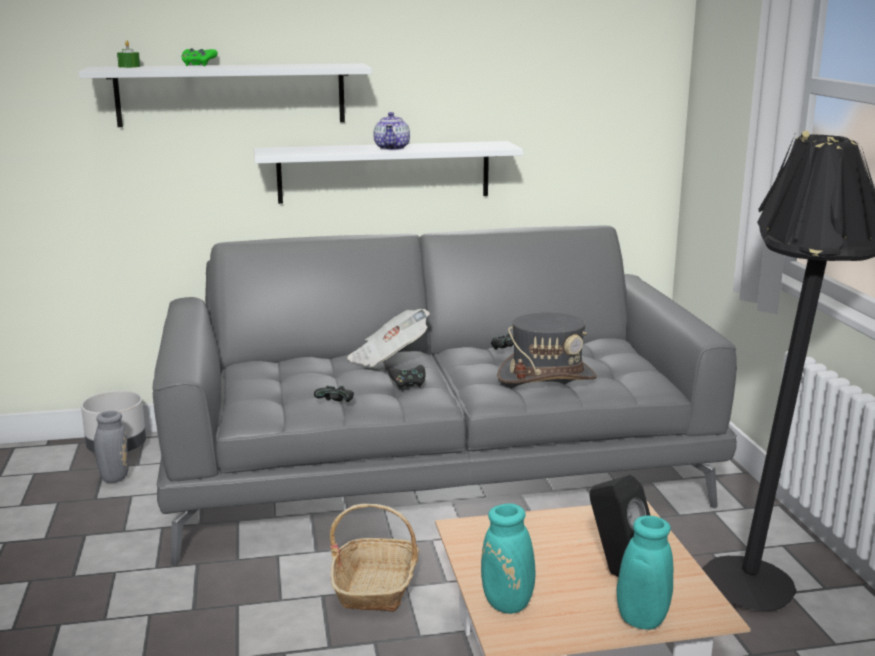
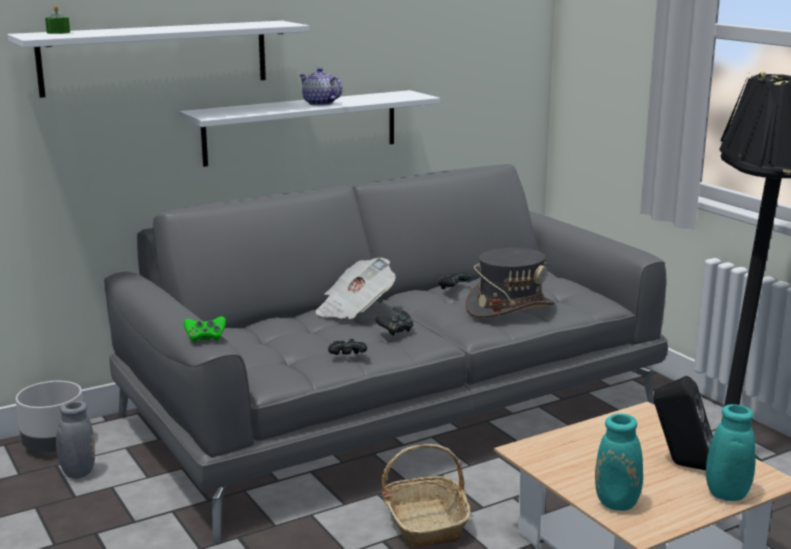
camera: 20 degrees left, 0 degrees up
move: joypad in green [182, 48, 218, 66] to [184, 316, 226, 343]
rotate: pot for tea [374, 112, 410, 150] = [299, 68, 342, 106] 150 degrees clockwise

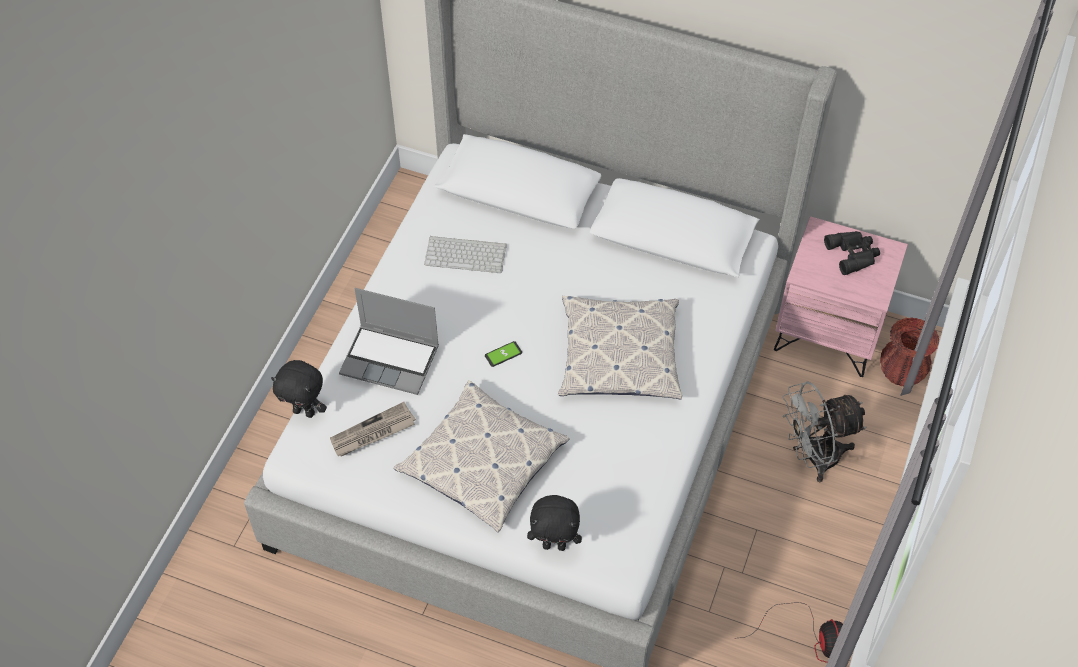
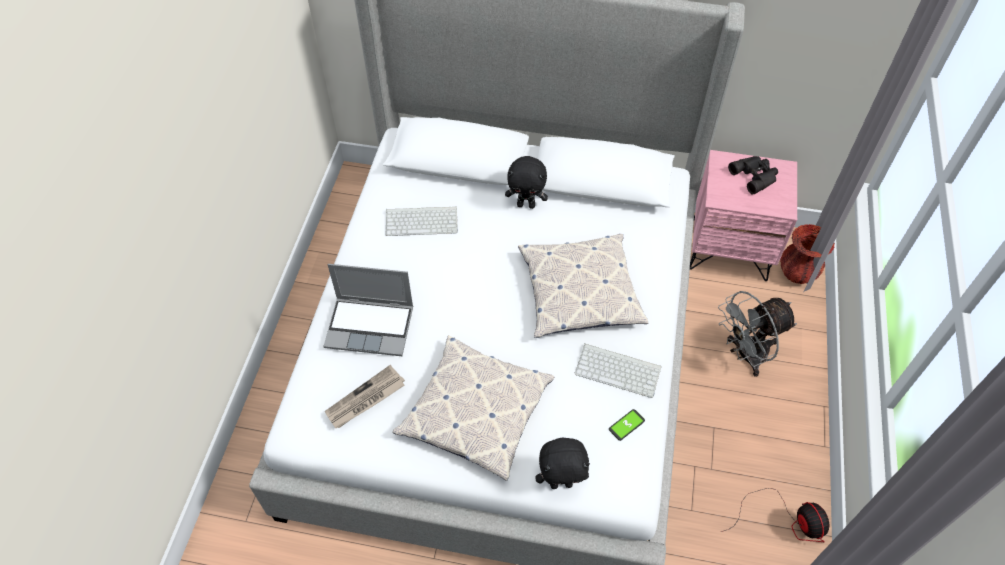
camera: 10 degrees left, 0 degrees up
insert: keyboard [575, 343, 662, 398]
move: soft toy in blackish [271, 360, 327, 418] to [505, 156, 548, 209]; phone [485, 341, 522, 367] to [609, 409, 645, 441]

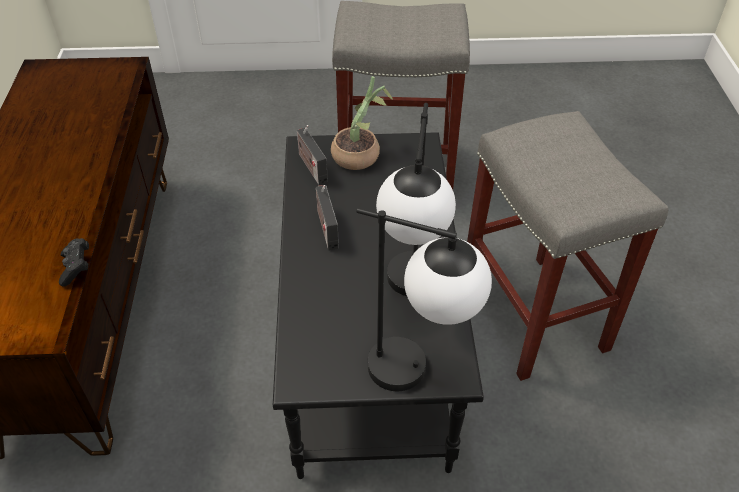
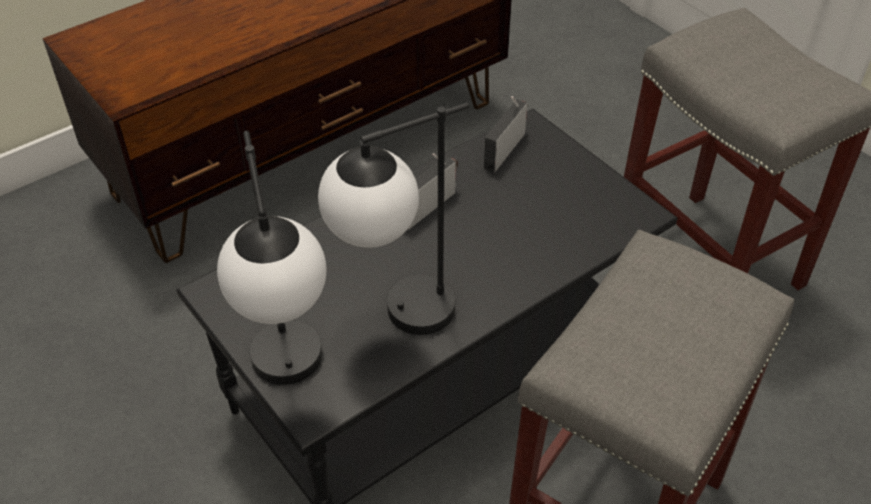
camera: 55 degrees right, 0 degrees up
delete: joypad in blackish [59, 238, 89, 287]; plant in a pot [331, 76, 393, 170]

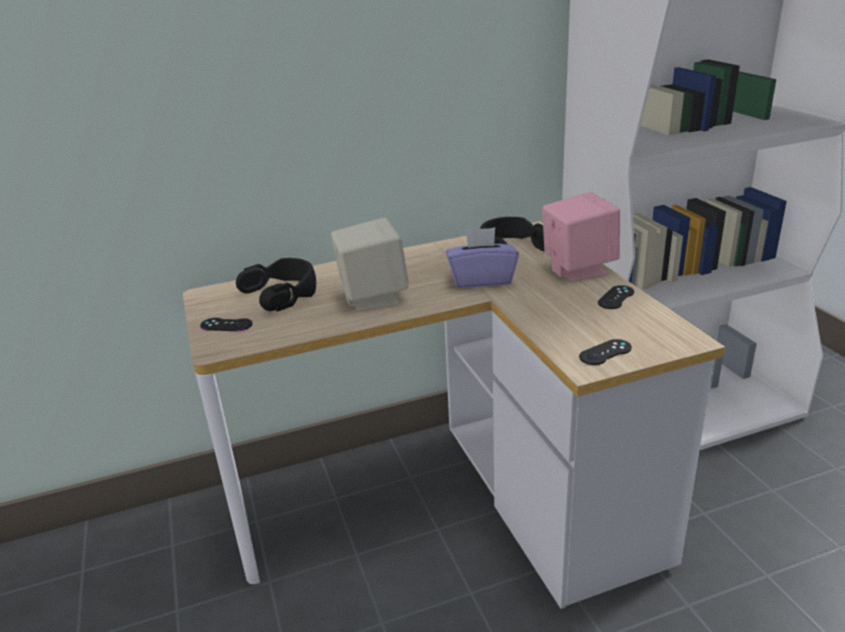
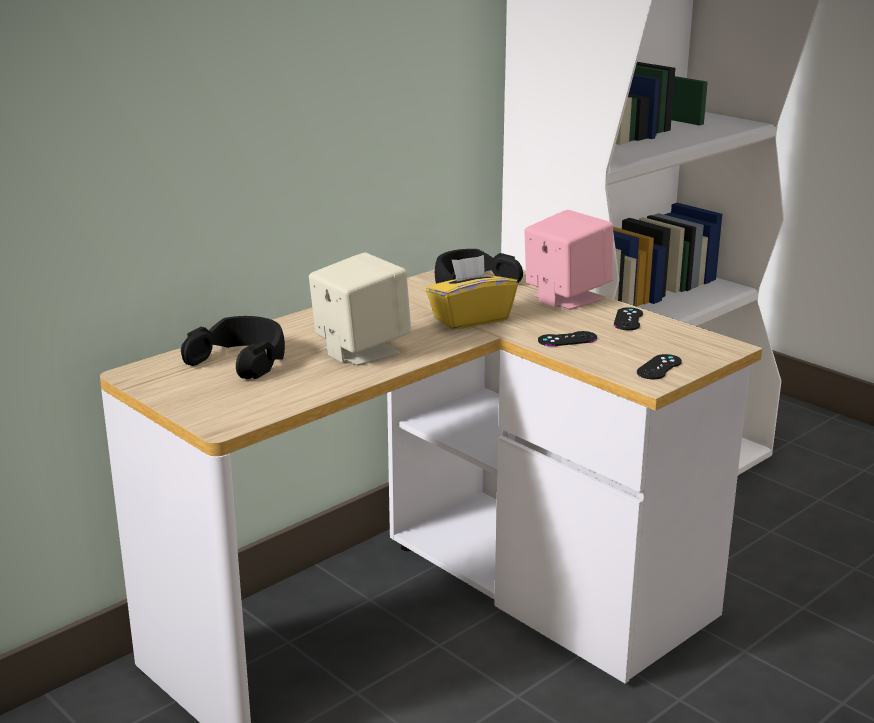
camera: 25 degrees left, 5 degrees down
move: joypad in blackish [200, 318, 252, 331] to [538, 331, 597, 346]
recolor: tissue holder in purplish [446, 227, 519, 288] to tissue holder in yellowish [426, 255, 518, 330]

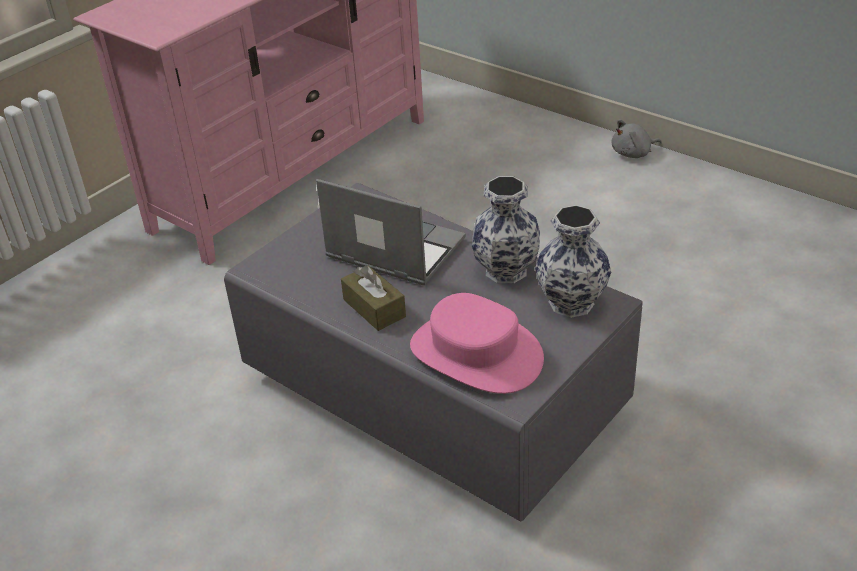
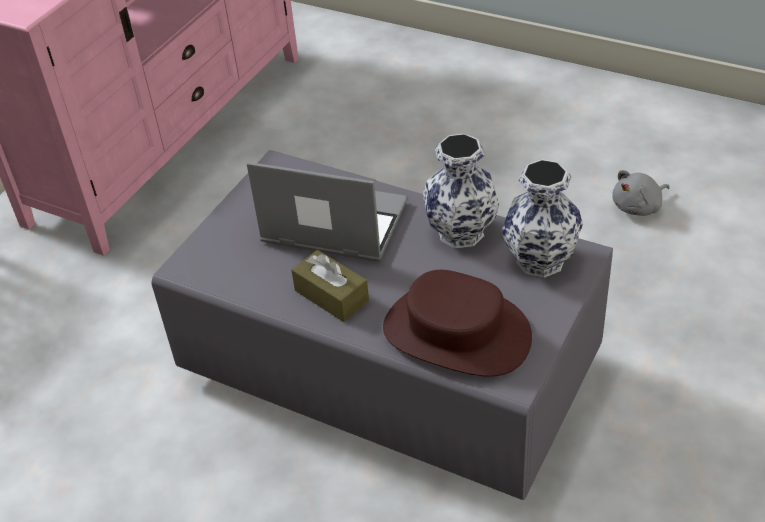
camera: 10 degrees left, 5 degrees up
move: soft toy in gray [612, 119, 662, 158] to [612, 170, 670, 216]
recolor: wearable hat in pink-coloured [410, 293, 544, 394] to wearable hat in brown-coloured [383, 270, 532, 377]

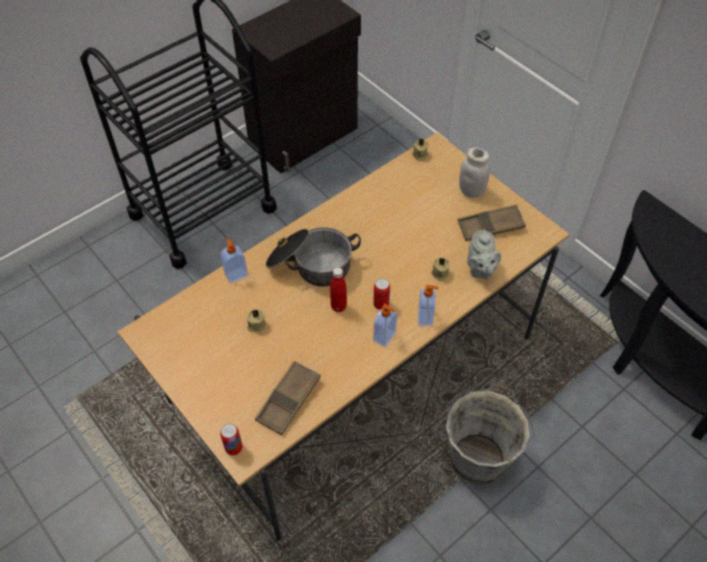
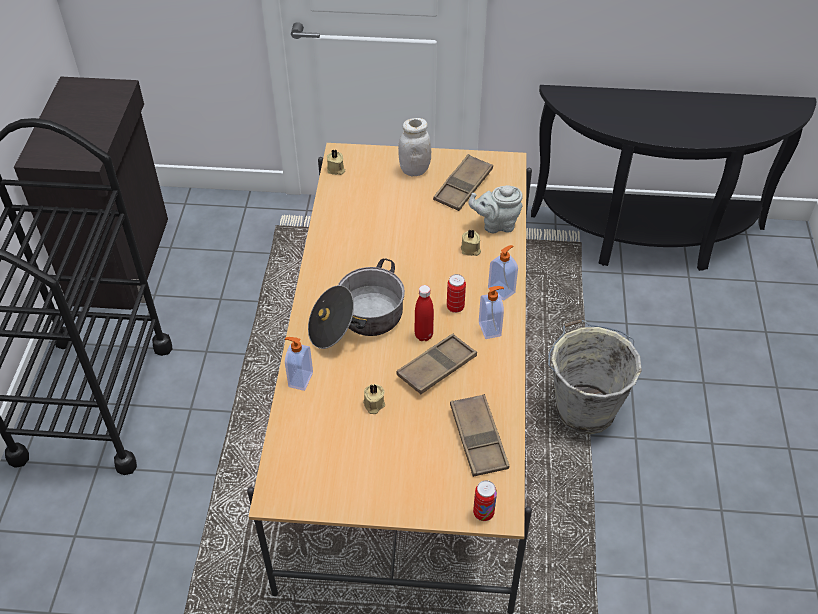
camera: 45 degrees left, 5 degrees down
insert: serving tray in brown-coloured [396, 334, 477, 394]
rotate: pot for tea in gray [467, 229, 501, 279] = [468, 185, 523, 233] 135 degrees clockwise

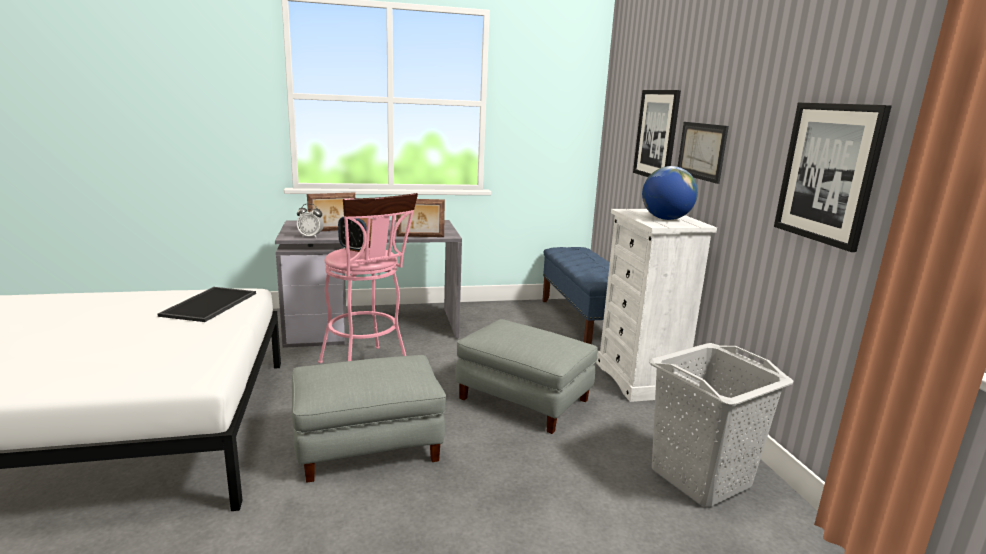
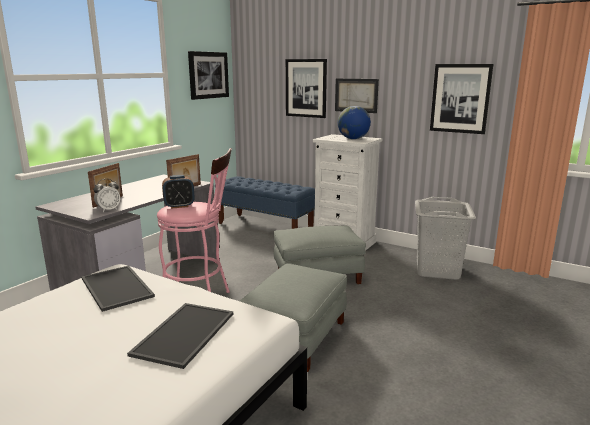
camera: 45 degrees left, 0 degrees up
insert: serving tray [127, 303, 233, 369]; wall art [188, 51, 229, 100]

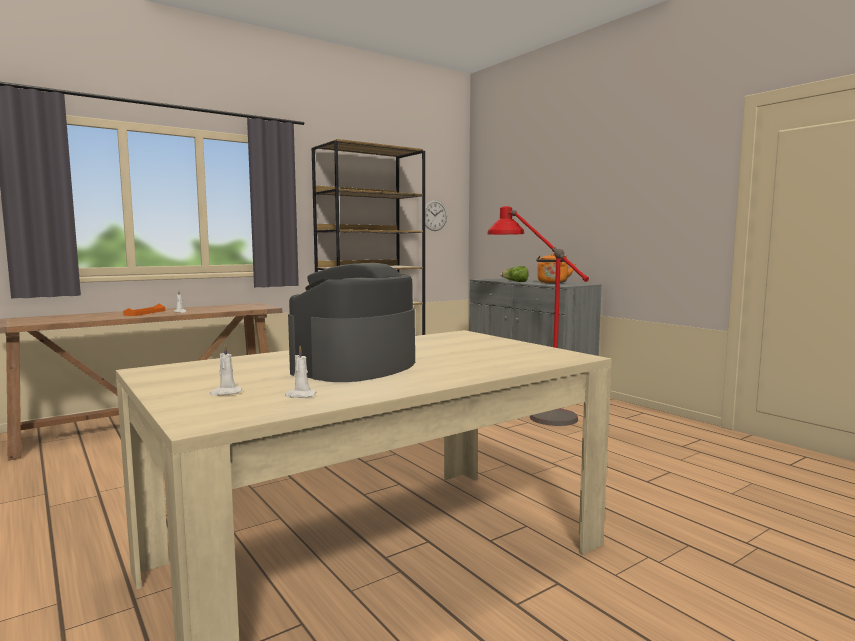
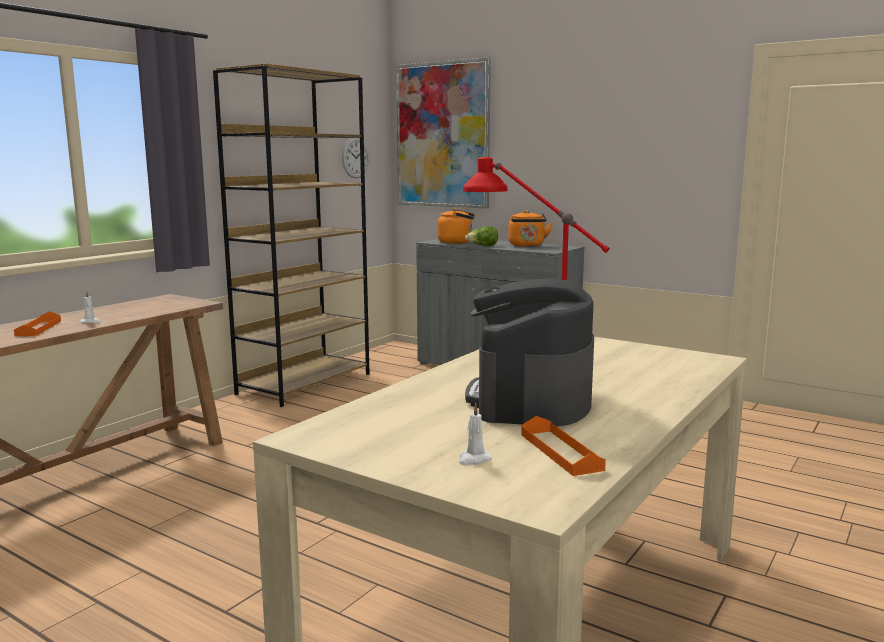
camera: 20 degrees left, 5 degrees up
insert: wall art [396, 58, 491, 208]; tea kettle in orange [437, 209, 475, 244]
replace: wax candle in white [285, 346, 316, 398] to serving tray in orange [521, 416, 606, 476]

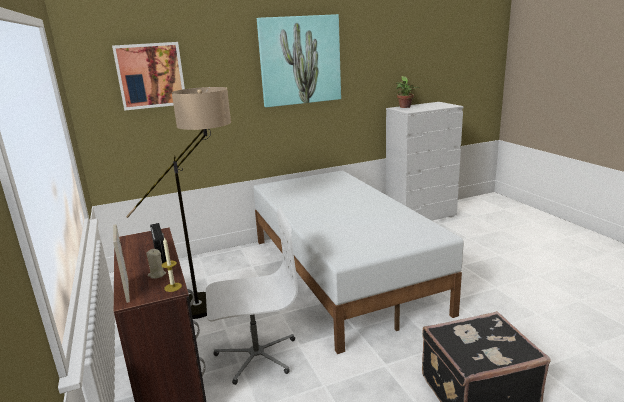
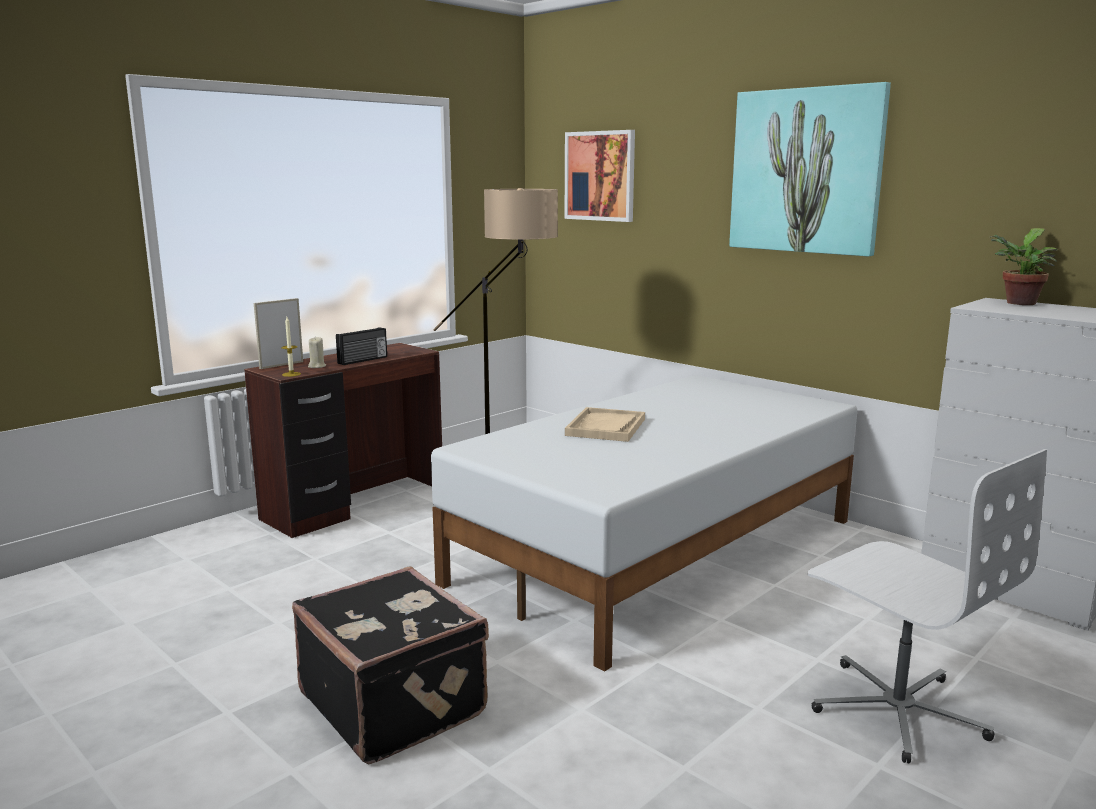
camera: 65 degrees right, 5 degrees down
insert: serving tray in beige-coloured [565, 407, 645, 442]
move: office chair in white [206, 208, 298, 385] to [808, 449, 1047, 764]

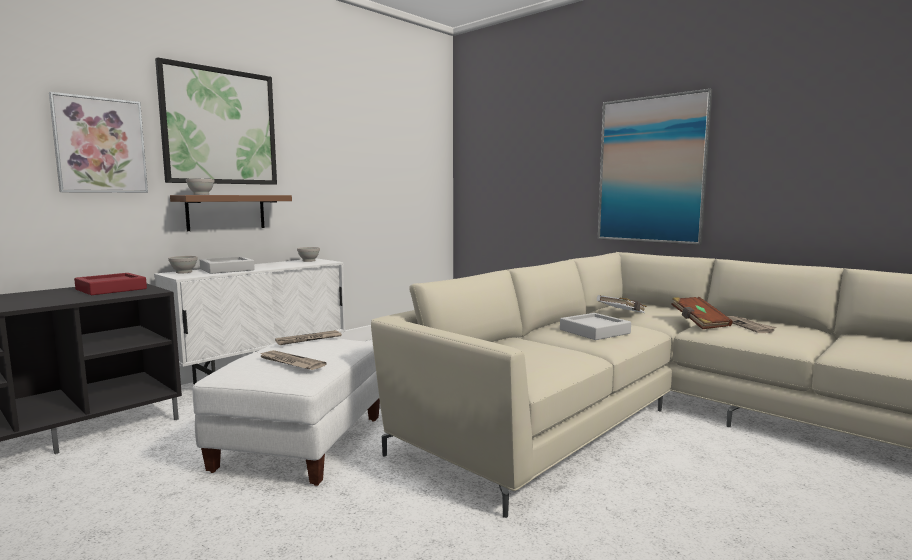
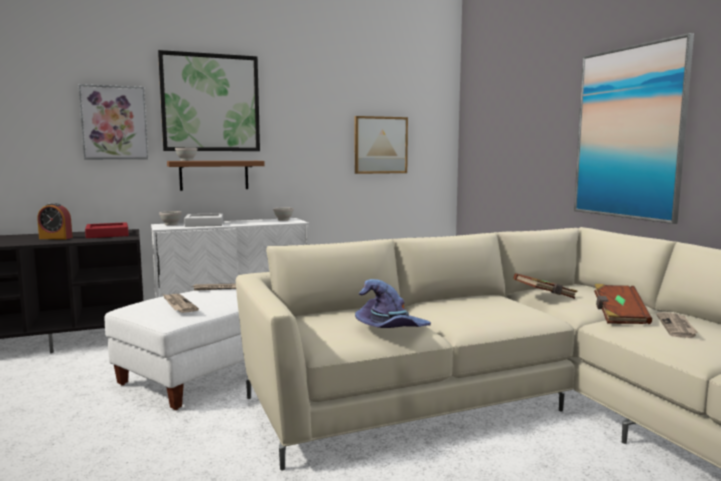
camera: 25 degrees right, 0 degrees up
delete: serving tray in gray [560, 313, 631, 340]
insert: table clock [37, 203, 73, 240]; wall art [355, 116, 408, 174]; wearable hat in purplish [355, 279, 431, 328]
recolor: book in white [597, 295, 647, 313] to book in brown-coloured [513, 273, 578, 299]

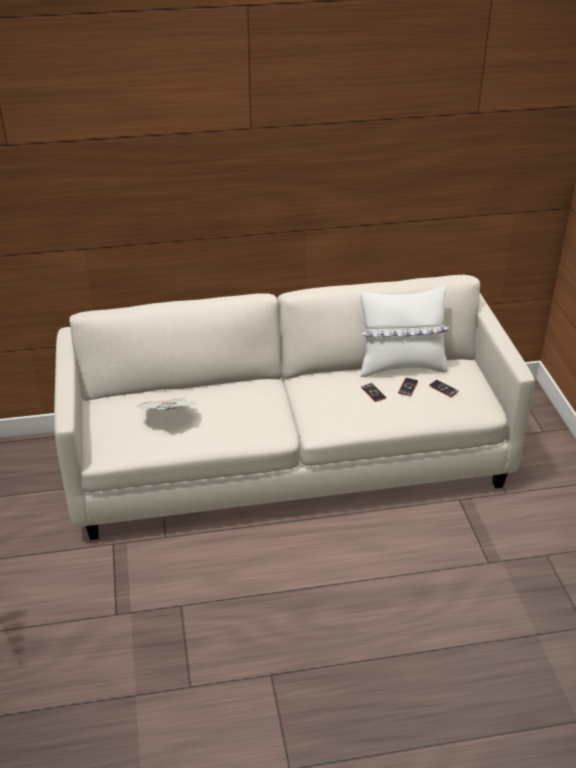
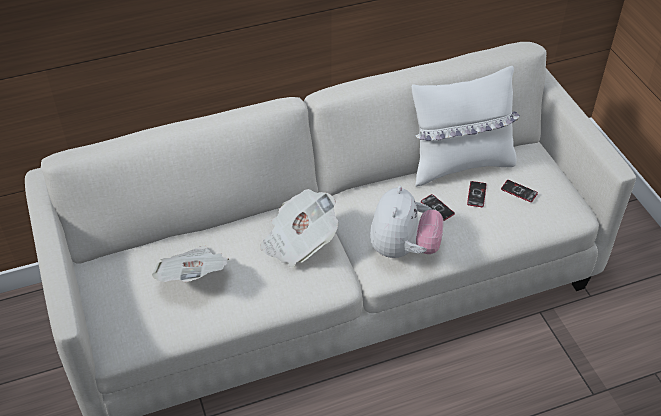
camera: 10 degrees left, 10 degrees up
insert: daily paper [260, 189, 338, 268]; soft toy [370, 185, 443, 258]

